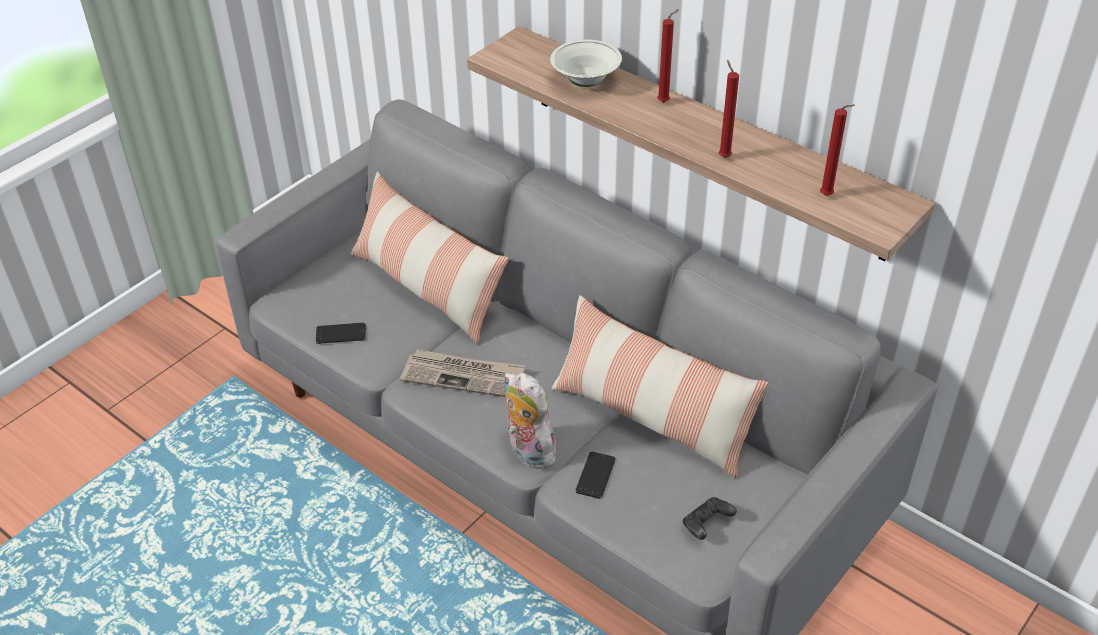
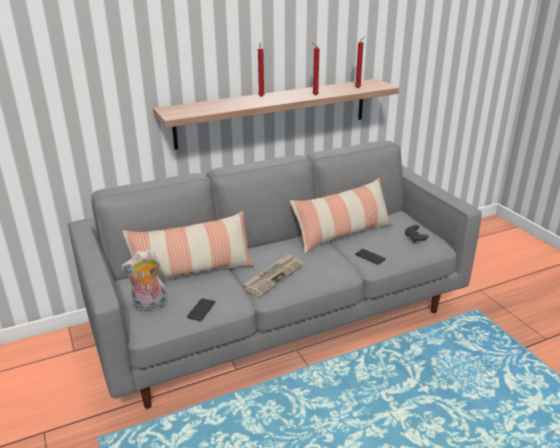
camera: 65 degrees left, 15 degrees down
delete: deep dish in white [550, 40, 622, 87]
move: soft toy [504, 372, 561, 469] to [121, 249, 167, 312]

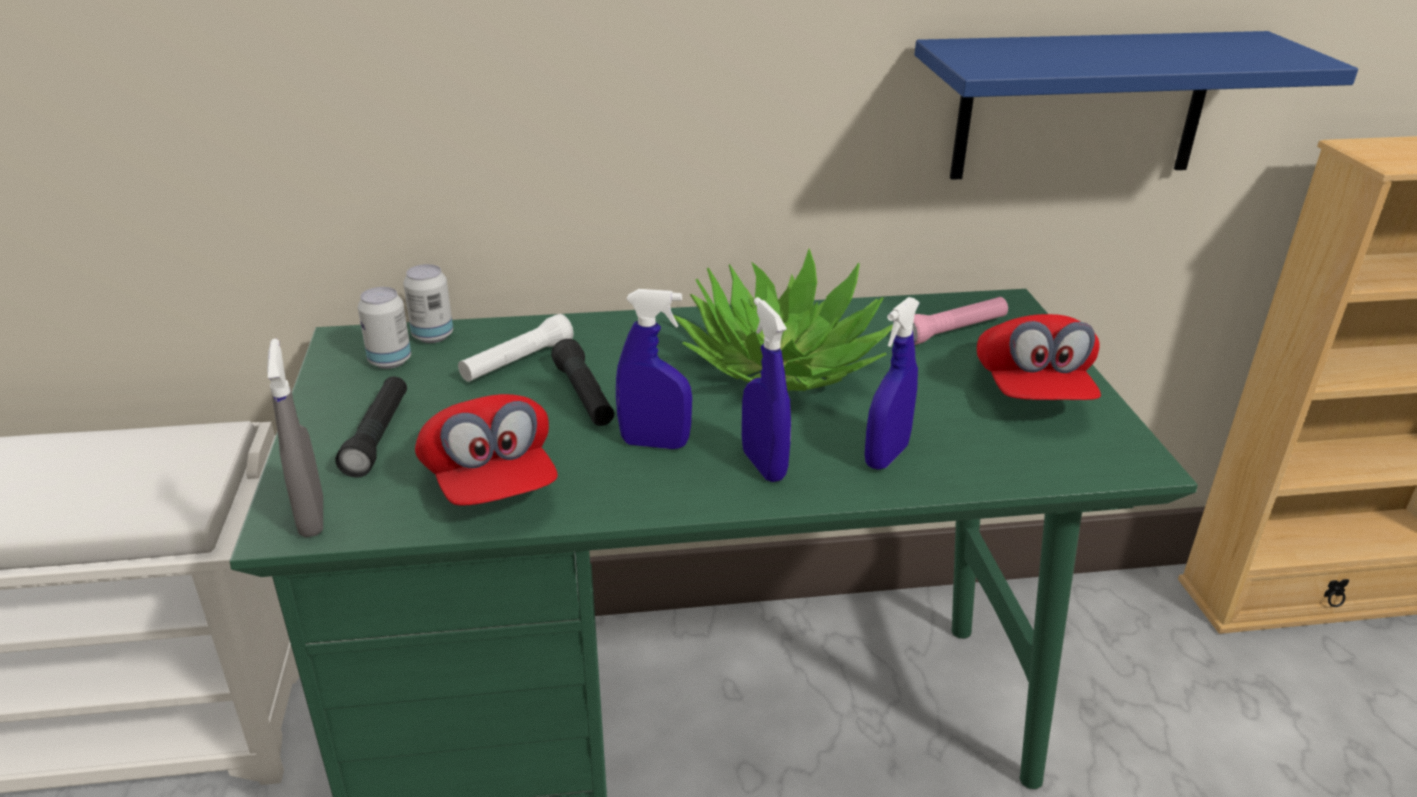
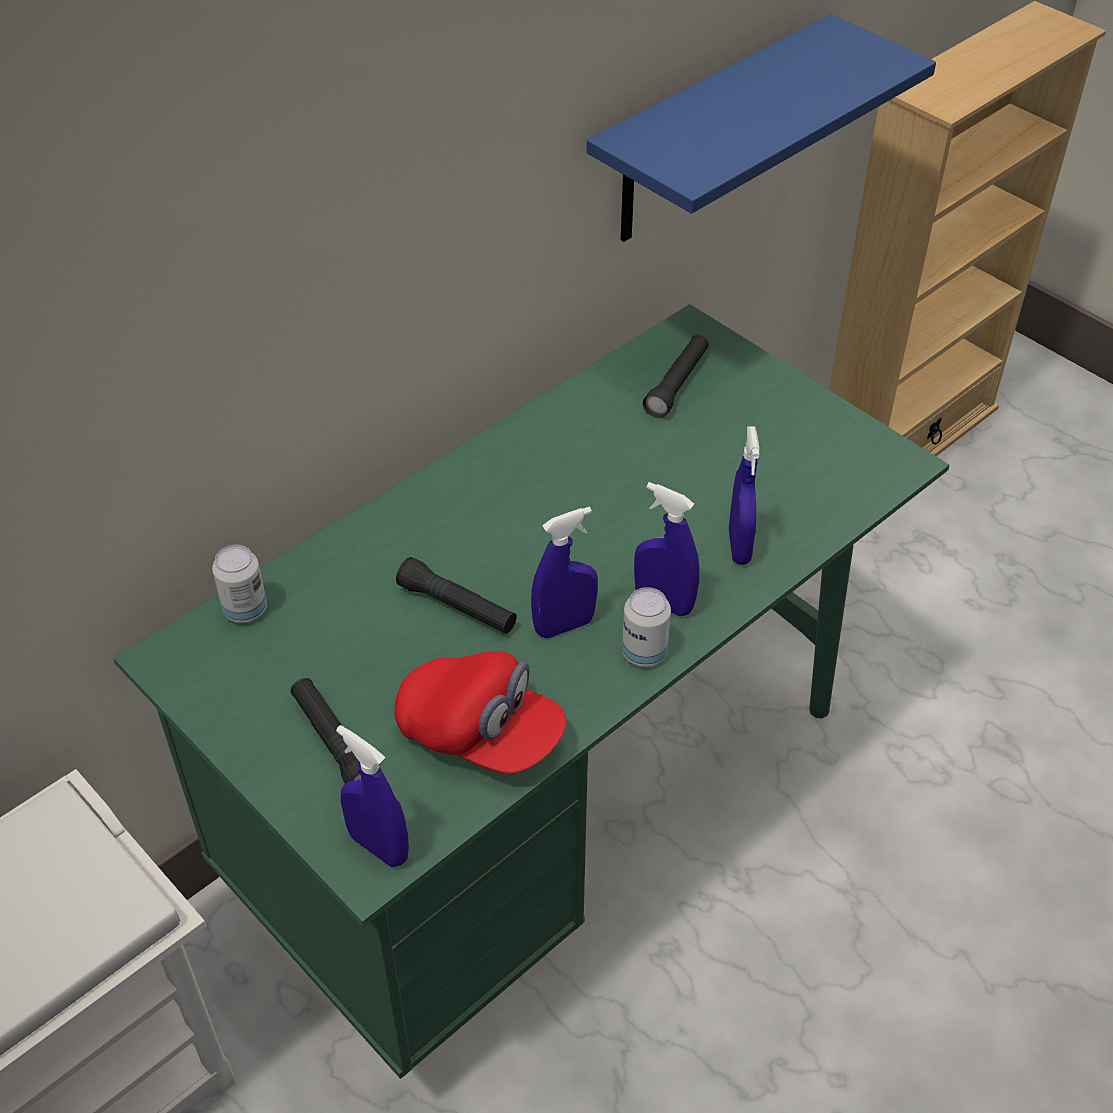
camera: 35 degrees left, 15 degrees up
delete: hand torch in white [458, 314, 574, 382]; plant in a pot [673, 248, 893, 391]; cap in red-coloured [977, 314, 1101, 400]
move: metal can [358, 287, 411, 369] to [622, 587, 671, 667]
recolor: spray bottle in gray [267, 339, 323, 537] to spray bottle in bluish [336, 725, 409, 867]; hand torch in pink-coloured [912, 297, 1008, 345] to hand torch in blackish [643, 335, 709, 418]

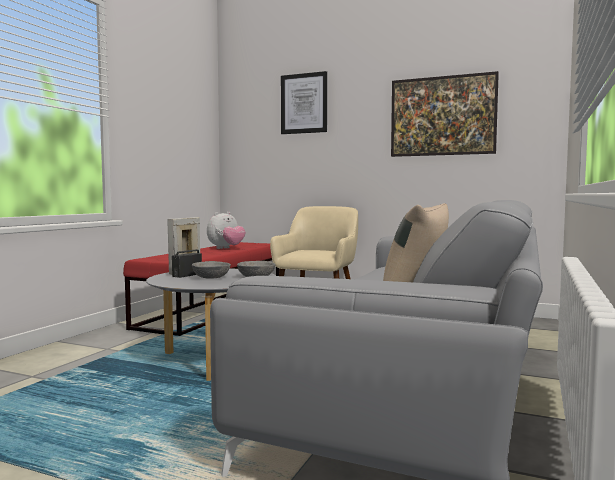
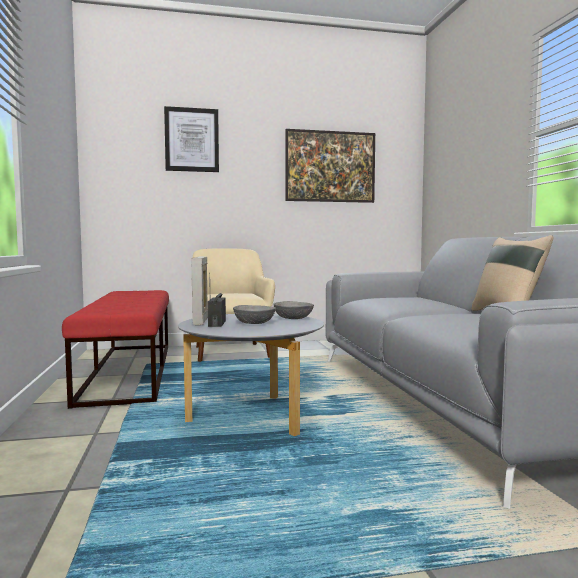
camera: 35 degrees left, 0 degrees up
delete: soft toy [207, 212, 246, 249]

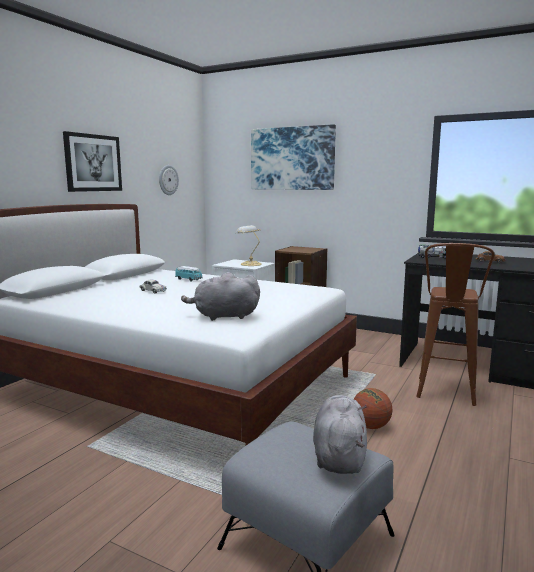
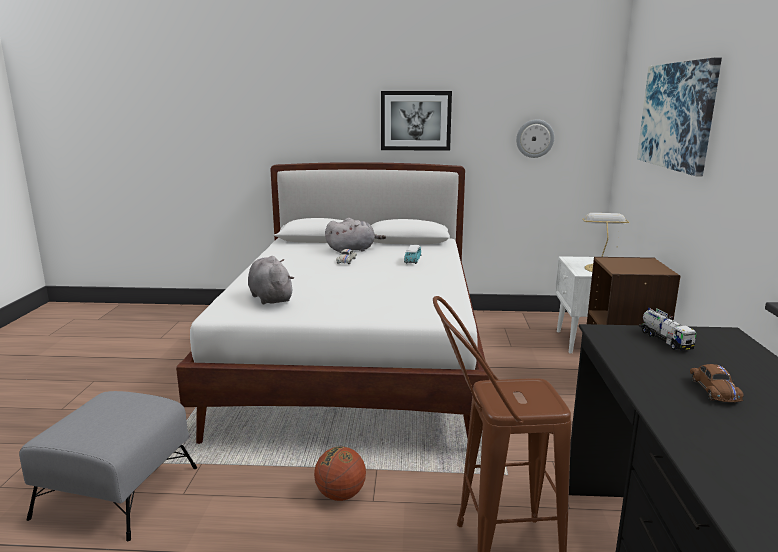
camera: 65 degrees right, 5 degrees up
move: soft toy in gray [313, 395, 367, 474] to [325, 218, 386, 253]

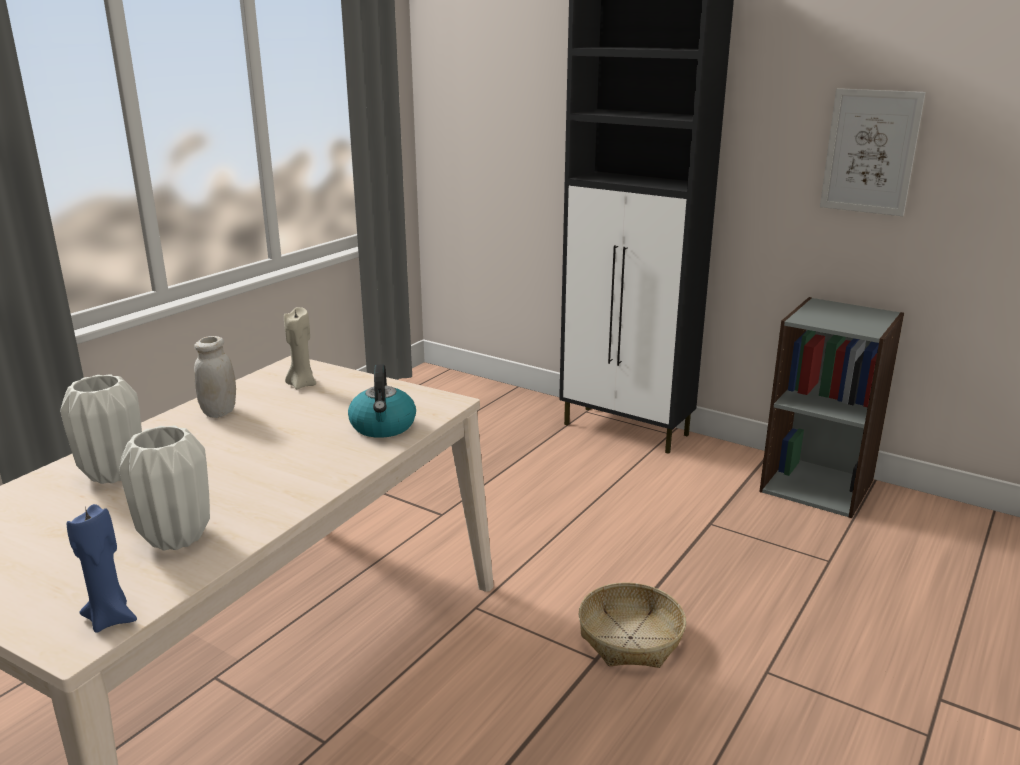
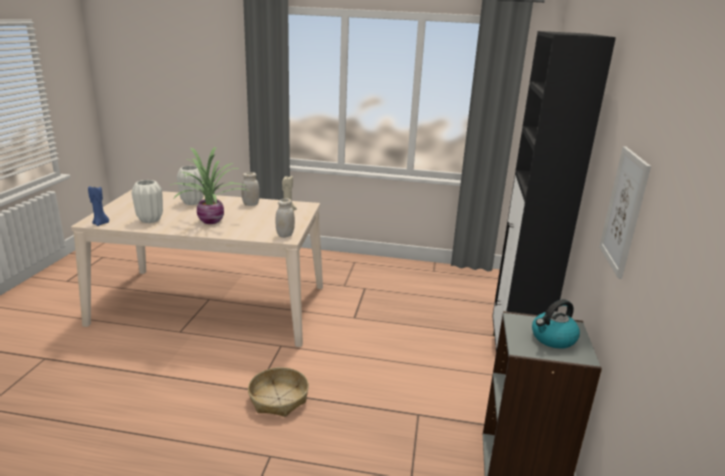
camera: 65 degrees right, 0 degrees up
insert: plant in a pot [169, 147, 251, 224]; preserve jar in white [276, 198, 295, 238]
move: tea kettle [348, 364, 416, 438] to [532, 299, 580, 349]

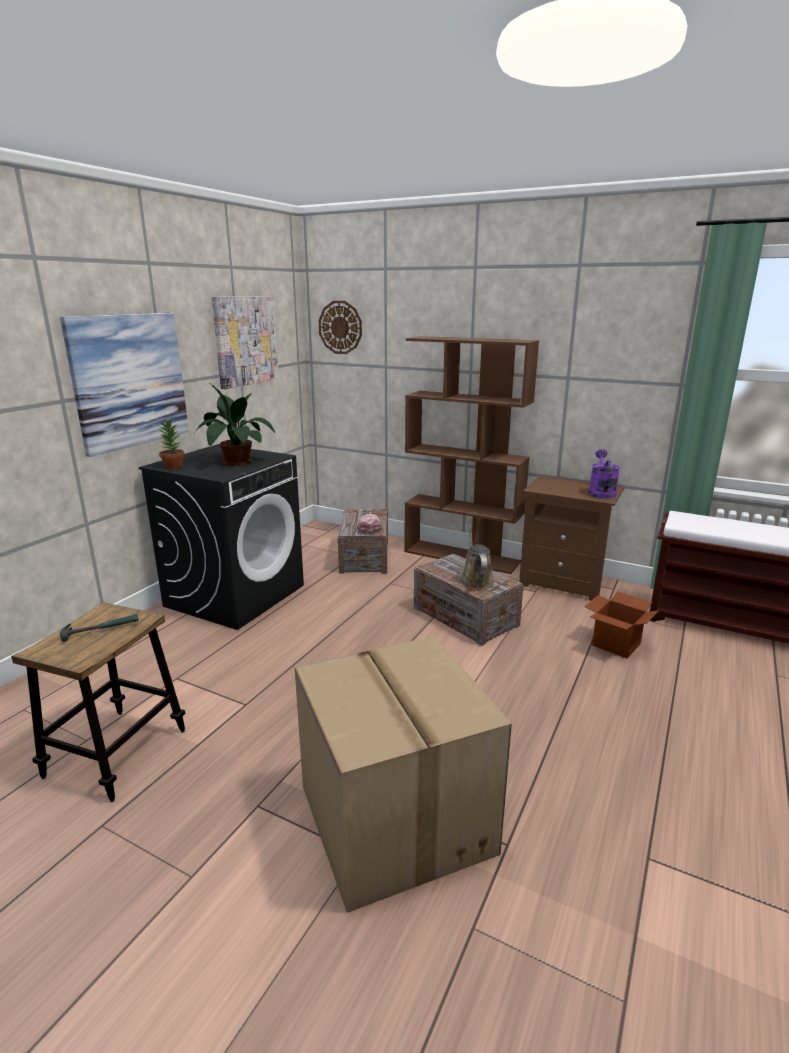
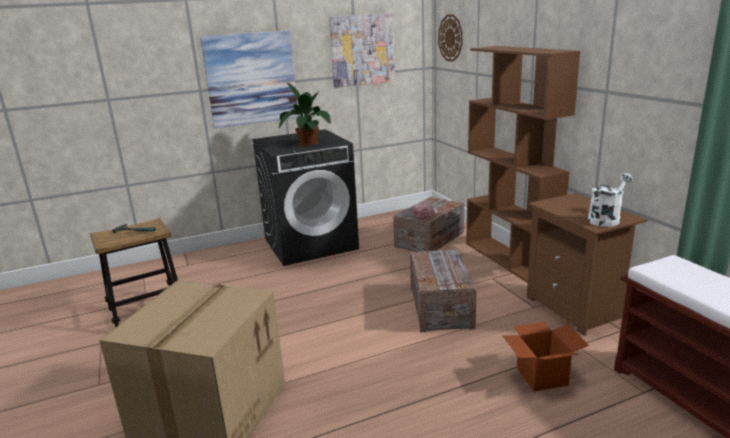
camera: 40 degrees right, 0 degrees up
delete: plant in a pot [158, 418, 185, 468]; watering can in brown-coloured [460, 524, 494, 589]
recolor: watering can in purplish [588, 449, 620, 499] to watering can in white [588, 173, 633, 227]

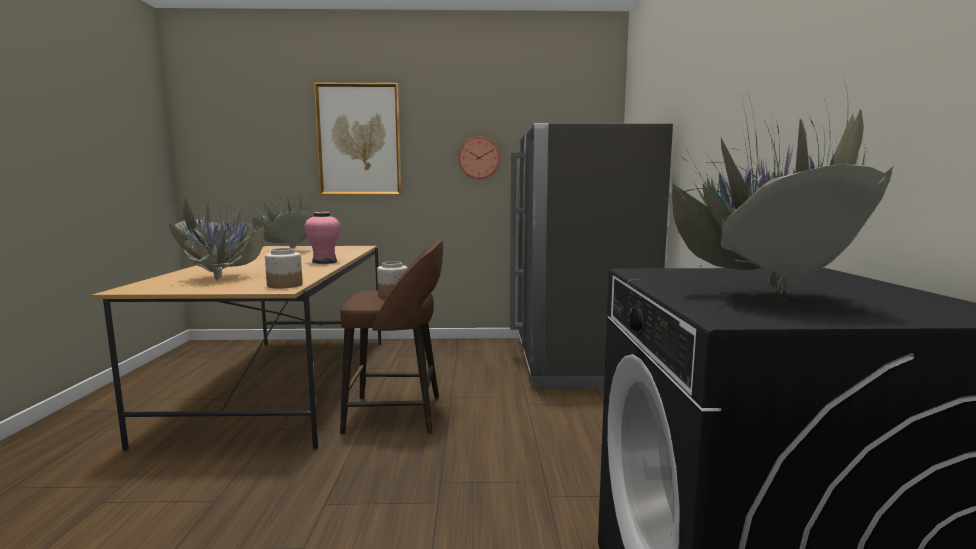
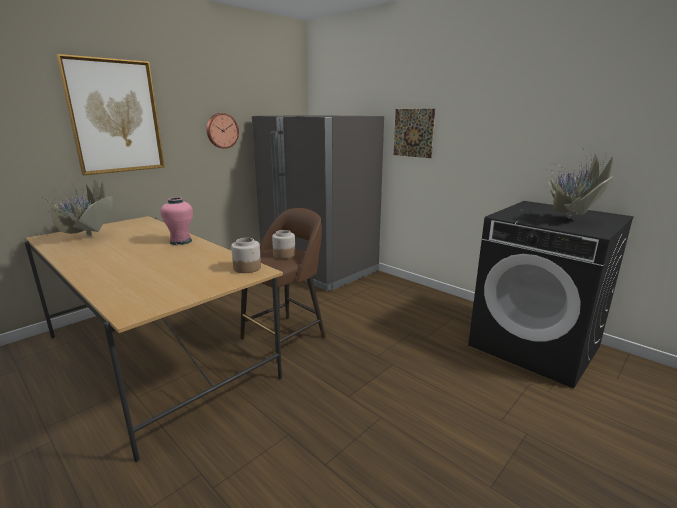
camera: 45 degrees left, 10 degrees up
delete: plant in a pot [166, 187, 266, 280]
insert: wall art [394, 109, 435, 158]

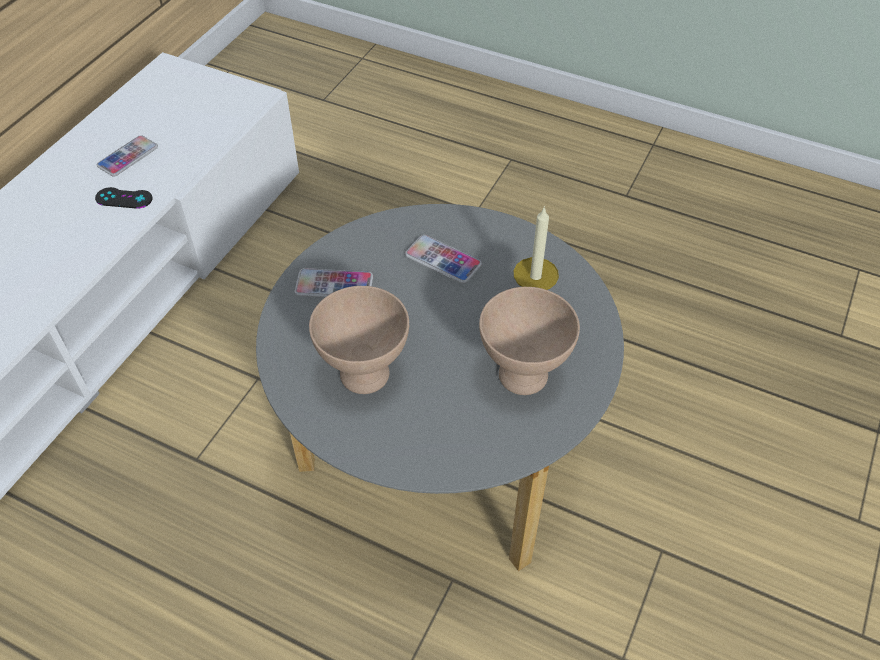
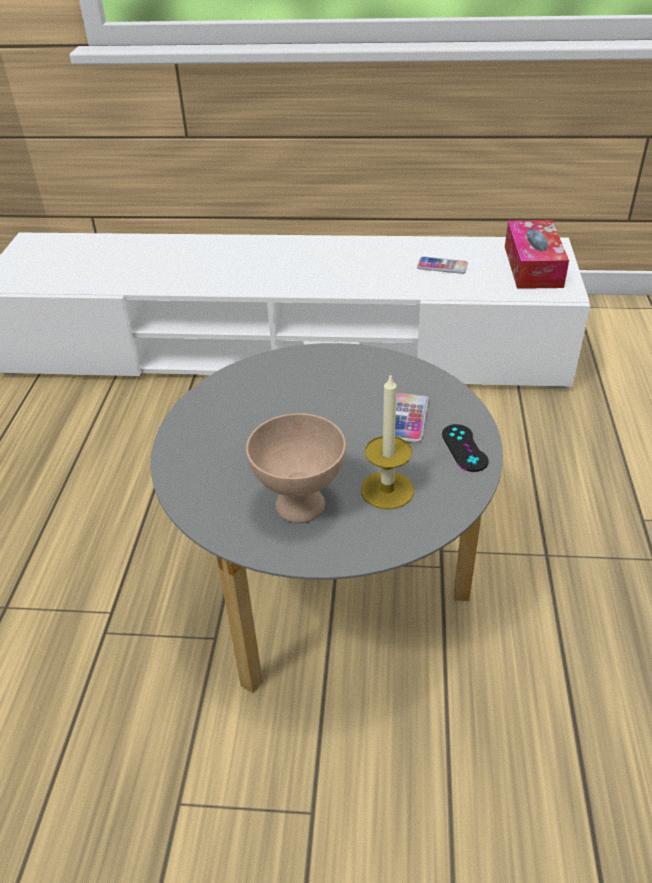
camera: 70 degrees right, 10 degrees down
delete: phone [295, 268, 373, 298]; deep dish in beige-coloured [309, 286, 409, 394]
insert: tissue holder [505, 220, 569, 289]
move: joypad in blackish [95, 187, 153, 209] to [442, 424, 488, 472]

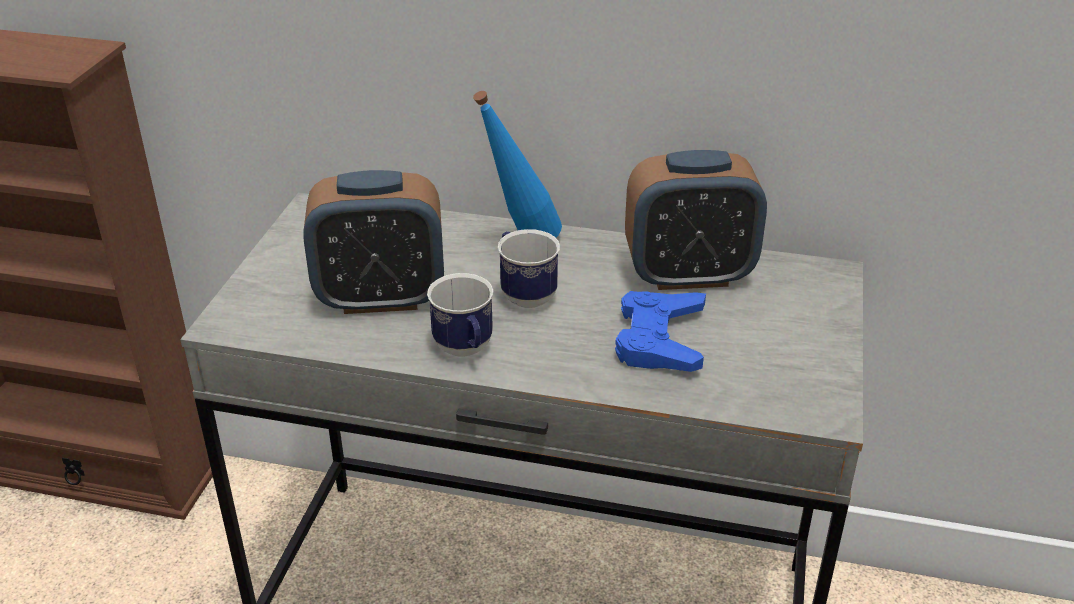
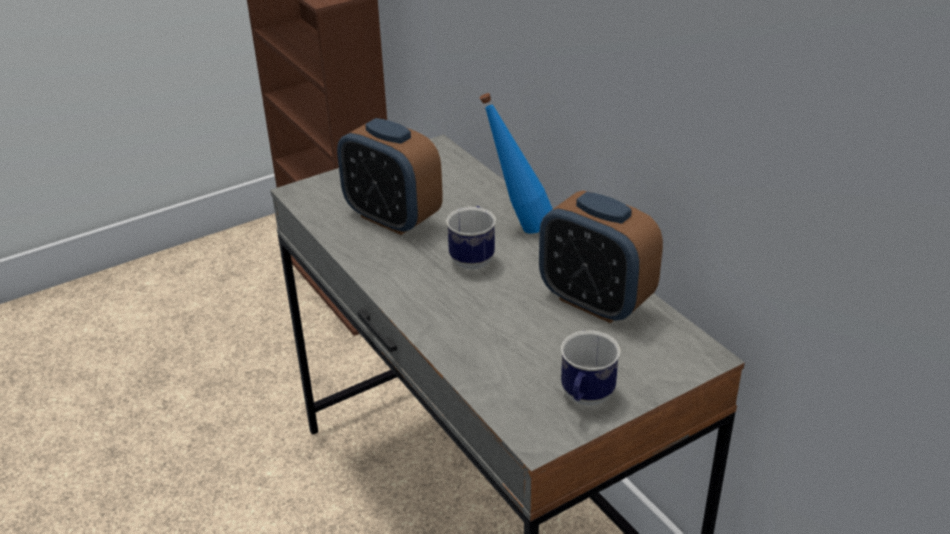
camera: 45 degrees right, 0 degrees up
delete: joypad in bluish [615, 291, 706, 372]
move: tea mug [427, 273, 493, 357] to [561, 330, 621, 406]

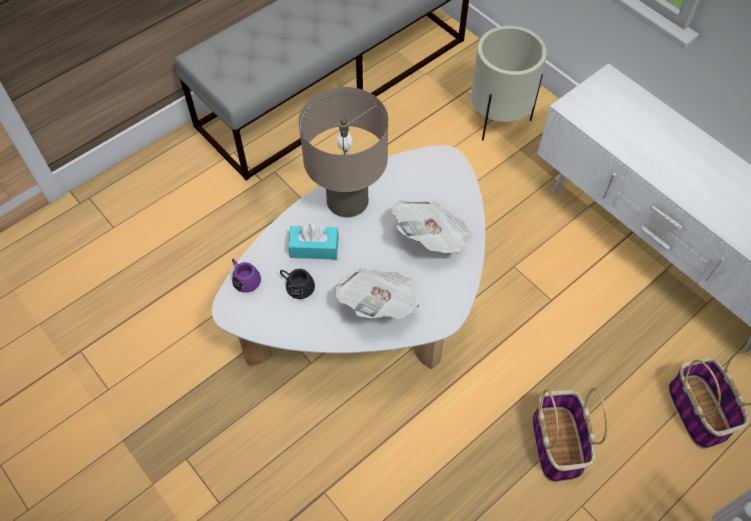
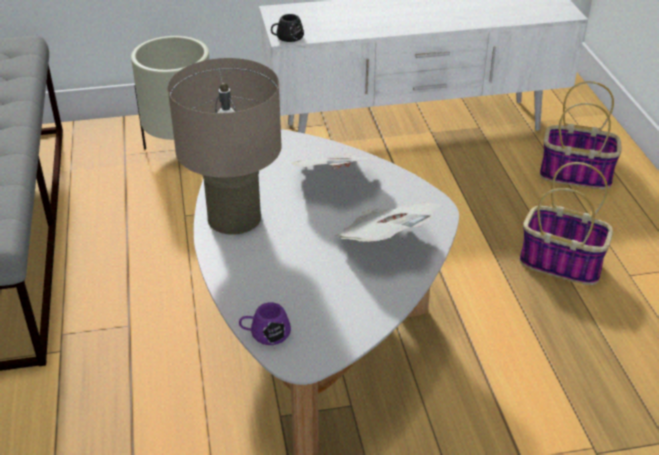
camera: 60 degrees left, 20 degrees down
delete: tissue holder in blue-green [288, 223, 339, 259]
move: tea mug in blackish [280, 269, 315, 299] to [271, 14, 304, 42]

